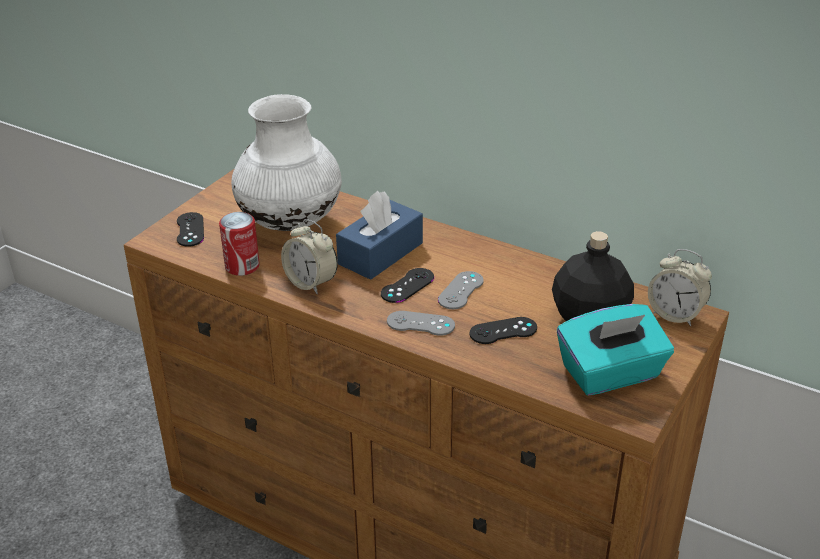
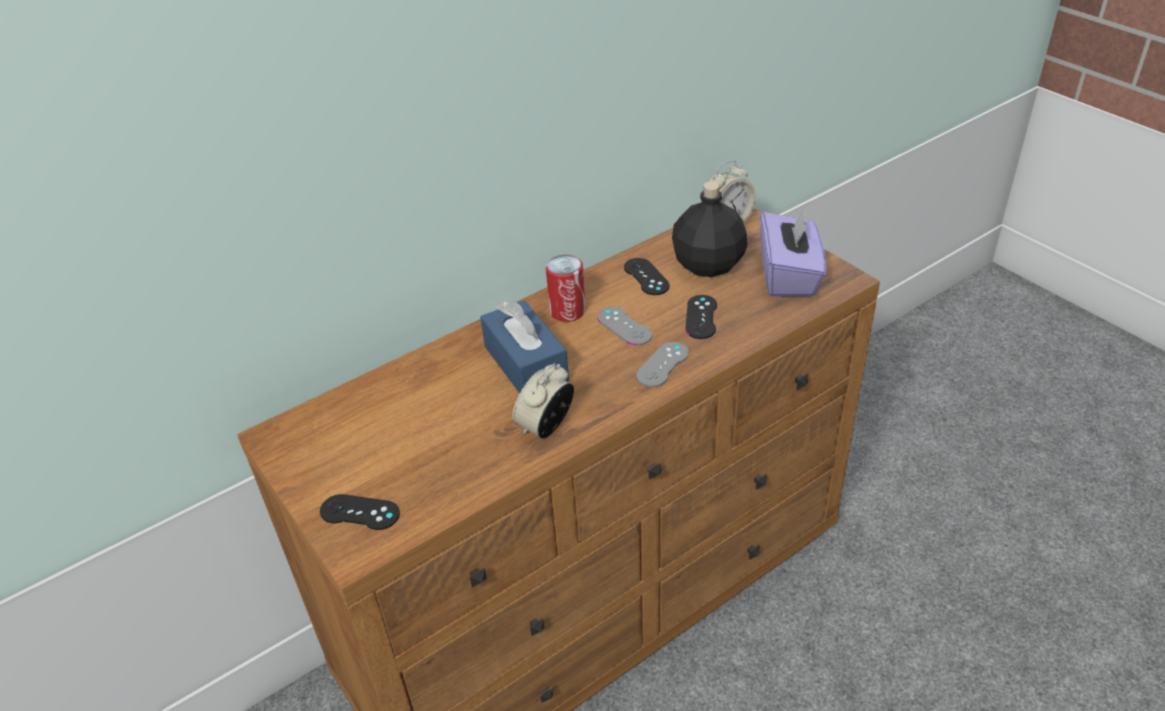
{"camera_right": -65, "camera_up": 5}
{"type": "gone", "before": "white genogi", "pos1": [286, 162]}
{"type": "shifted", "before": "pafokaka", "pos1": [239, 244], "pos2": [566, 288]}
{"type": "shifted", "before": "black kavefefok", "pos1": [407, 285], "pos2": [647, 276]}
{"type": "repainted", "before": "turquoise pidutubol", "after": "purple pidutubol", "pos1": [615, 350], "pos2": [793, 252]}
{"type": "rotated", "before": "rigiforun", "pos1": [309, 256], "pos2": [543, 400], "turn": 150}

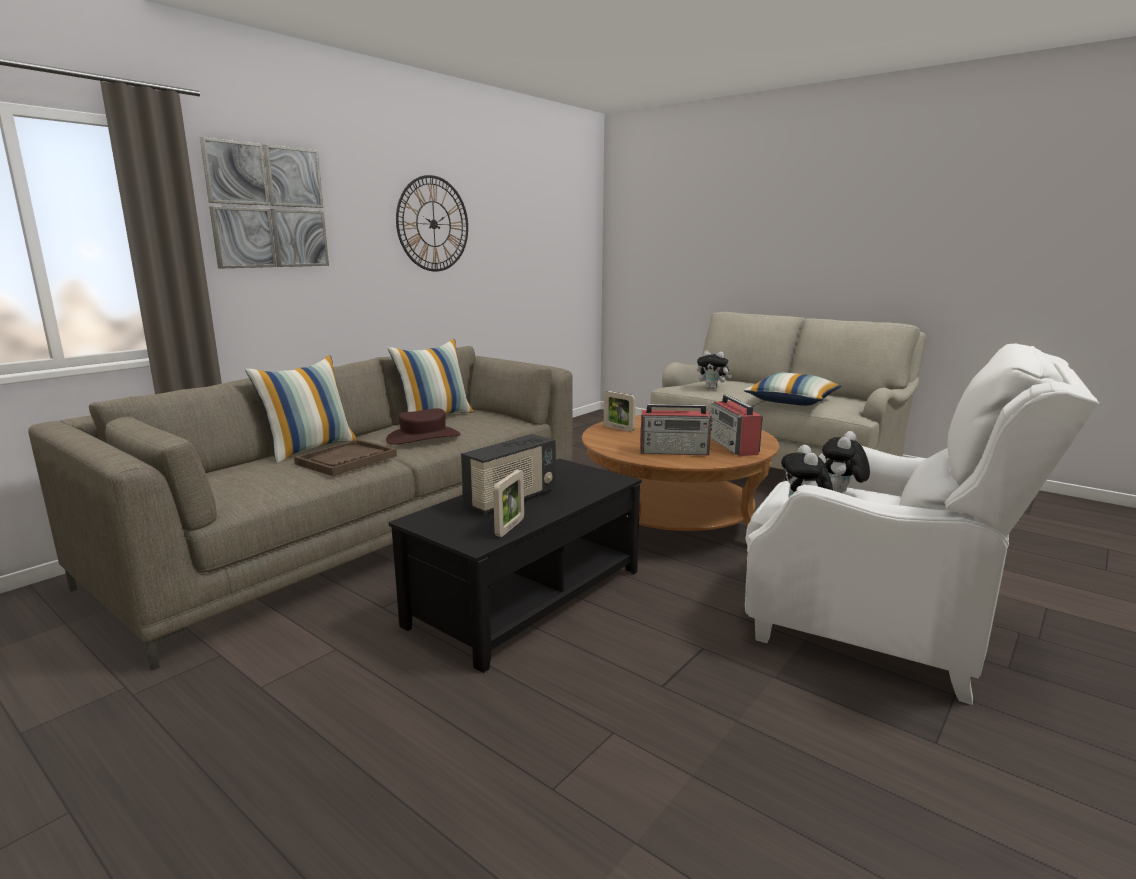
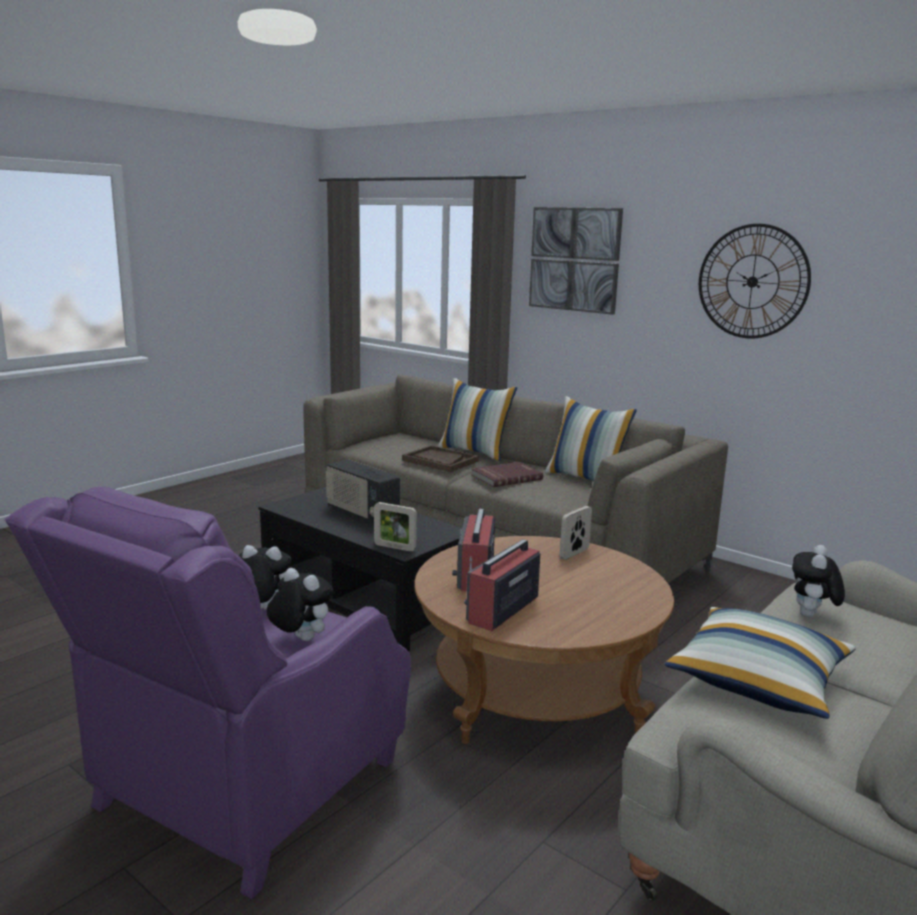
{"camera_right": 90, "camera_up": 0}
{"type": "shifted", "before": "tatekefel", "pos1": [508, 503], "pos2": [395, 527]}
{"type": "swapped", "before": "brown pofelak", "after": "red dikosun", "pos1": [423, 426], "pos2": [507, 474]}
{"type": "repainted", "before": "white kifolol", "after": "purple kifolol", "pos1": [922, 524], "pos2": [207, 693]}
{"type": "rotated", "before": "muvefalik", "pos1": [736, 425], "pos2": [502, 585], "turn": -45}

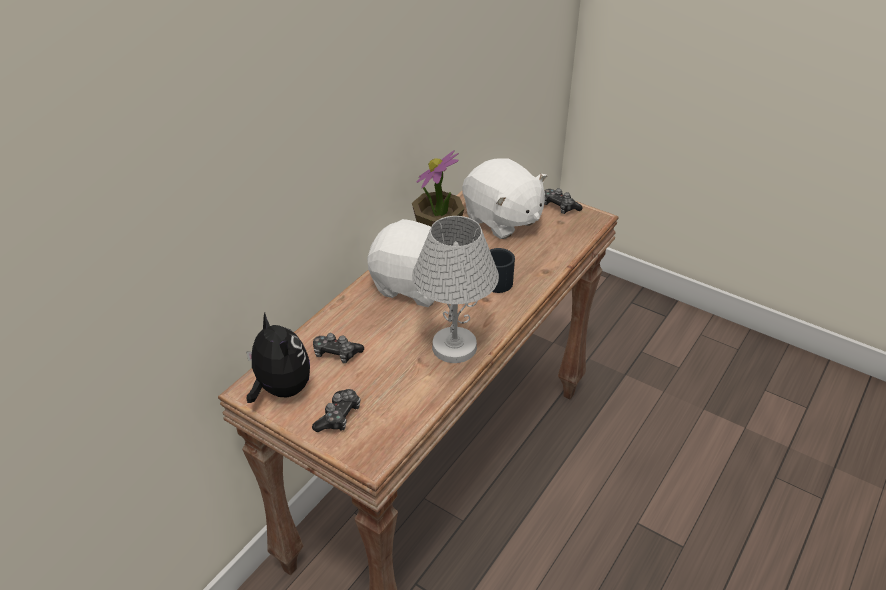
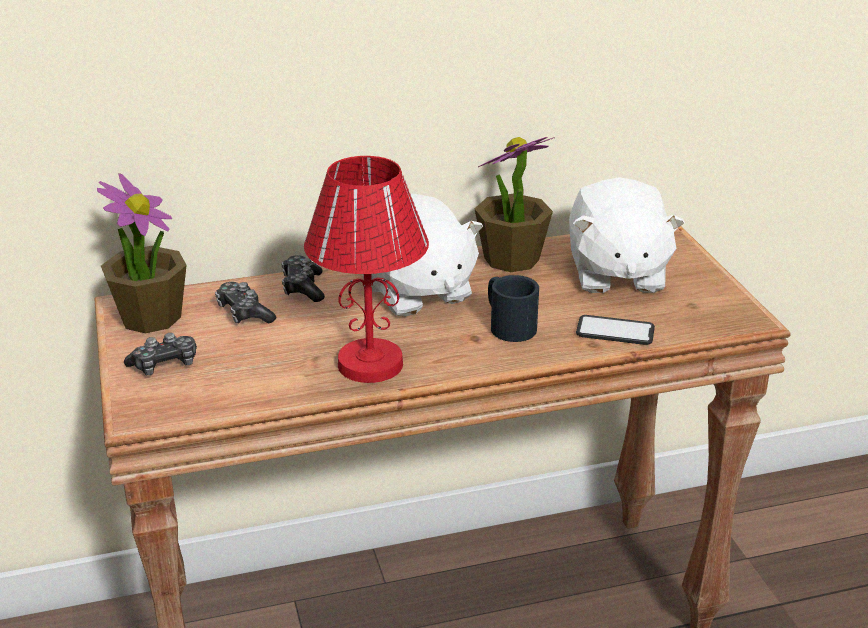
{"camera_right": 40, "camera_up": -10}
{"type": "new", "after": "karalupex", "pos2": [615, 330]}
{"type": "shifted", "before": "kavefefok", "pos1": [563, 201], "pos2": [303, 278]}
{"type": "swapped", "before": "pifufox", "after": "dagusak", "pos1": [278, 358], "pos2": [142, 253]}
{"type": "repainted", "before": "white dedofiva", "after": "red dedofiva", "pos1": [455, 289], "pos2": [366, 269]}

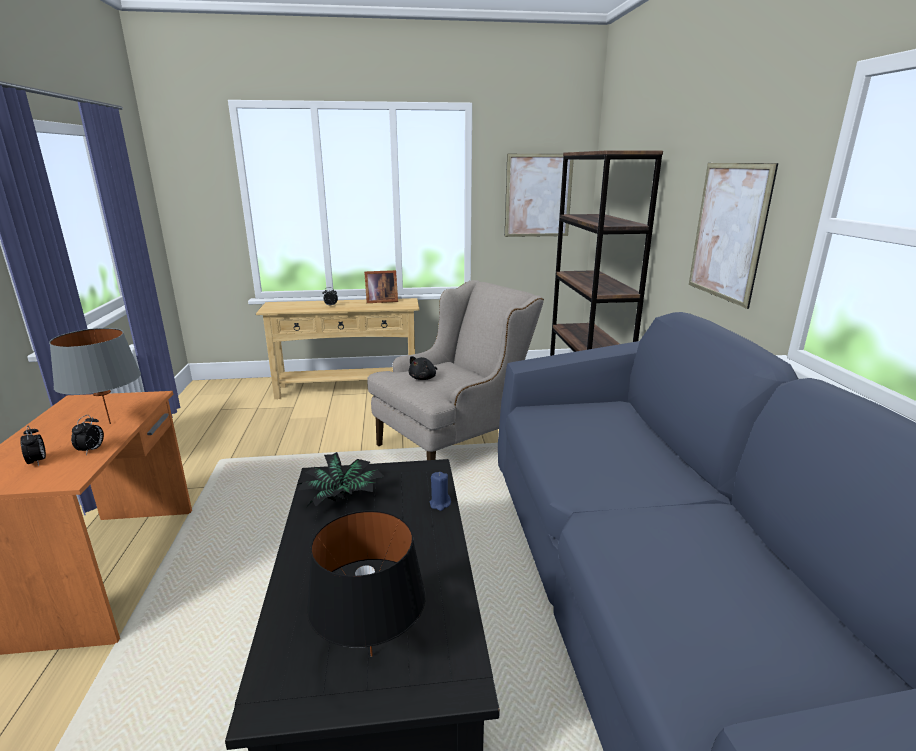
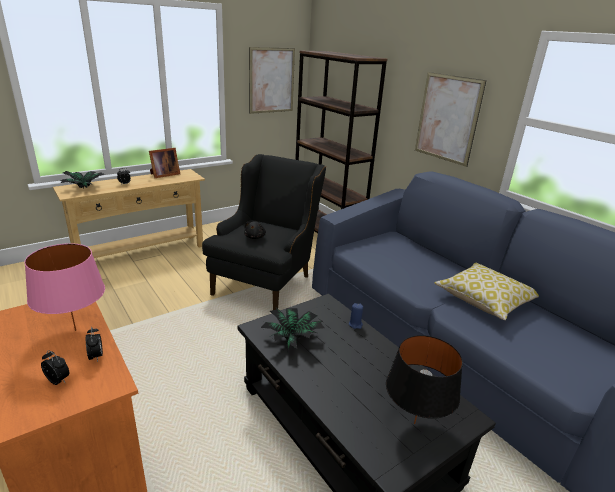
{"camera_right": -30, "camera_up": 5}
{"type": "new", "after": "dagusak", "pos2": [82, 180]}
{"type": "new", "after": "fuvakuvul", "pos2": [486, 291]}
{"type": "repainted", "before": "grey dedofiva", "after": "pink dedofiva", "pos1": [95, 376], "pos2": [64, 287]}
{"type": "repainted", "before": "beige kifolol", "after": "black kifolol", "pos1": [455, 370], "pos2": [264, 232]}

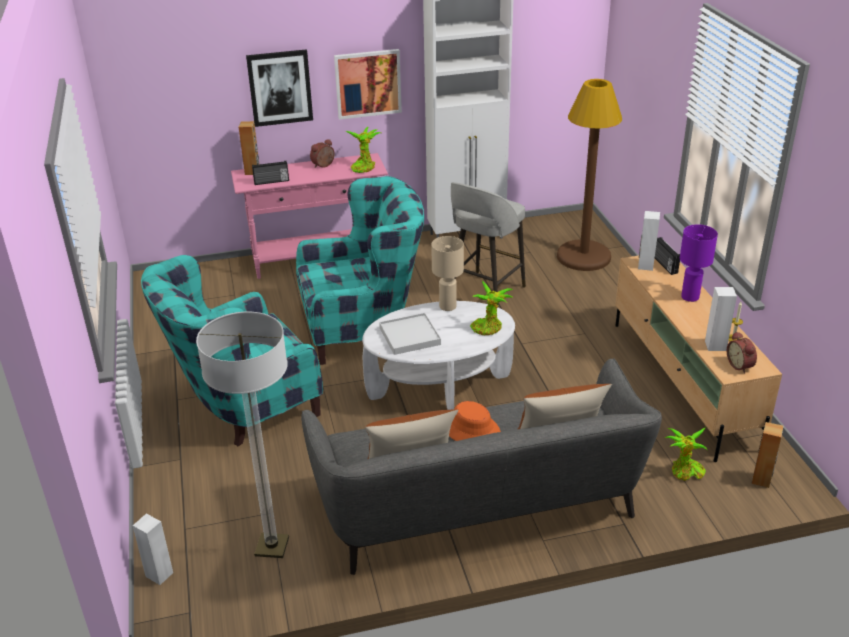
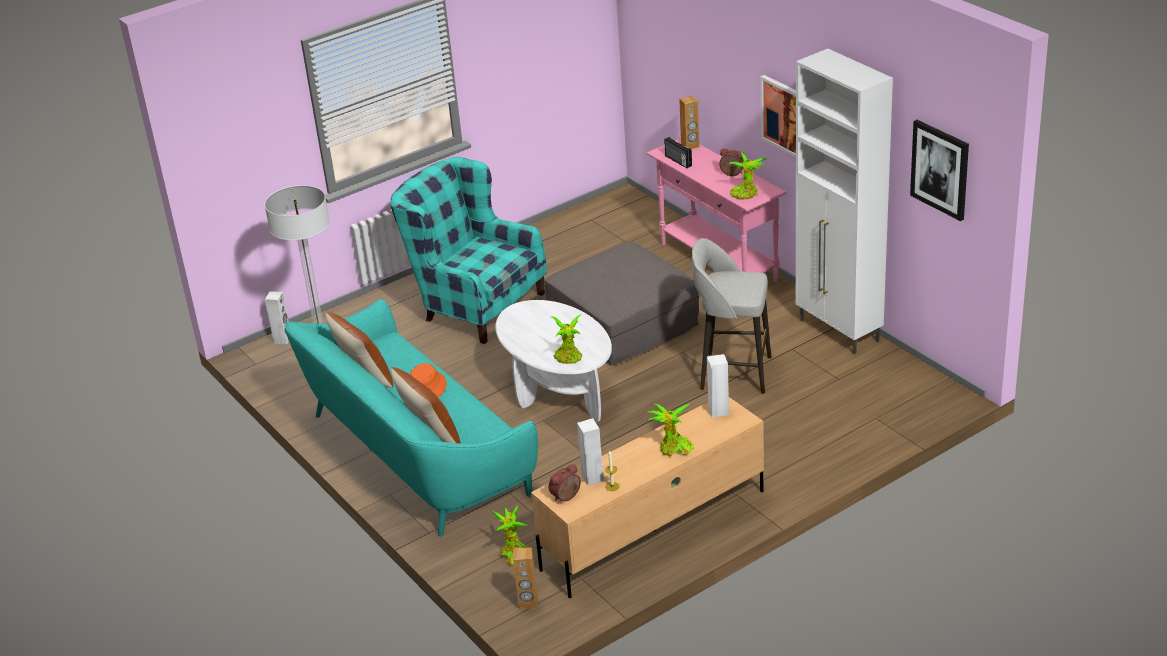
{"camera_right": 70, "camera_up": 0}
{"type": "gone", "before": "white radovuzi", "pos1": [410, 334]}
{"type": "gone", "before": "beige dedofiva", "pos1": [447, 273]}
{"type": "gone", "before": "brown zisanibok", "pos1": [589, 175]}
{"type": "gone", "before": "muvefalik", "pos1": [667, 256]}
{"type": "shifted", "before": "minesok", "pos1": [279, 88], "pos2": [939, 170]}
{"type": "swapped", "before": "turquoise kifolol", "after": "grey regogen", "pos1": [360, 270], "pos2": [622, 303]}
{"type": "swapped", "before": "purple dedofiva", "after": "dagusak", "pos1": [699, 263], "pos2": [671, 429]}
{"type": "repainted", "before": "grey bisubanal", "after": "turquoise bisubanal", "pos1": [481, 466], "pos2": [411, 417]}

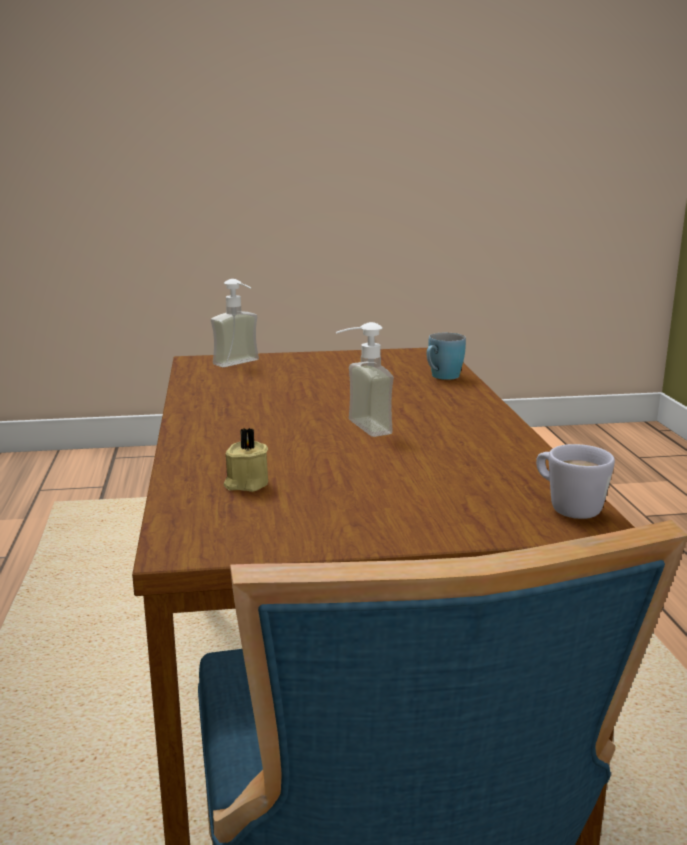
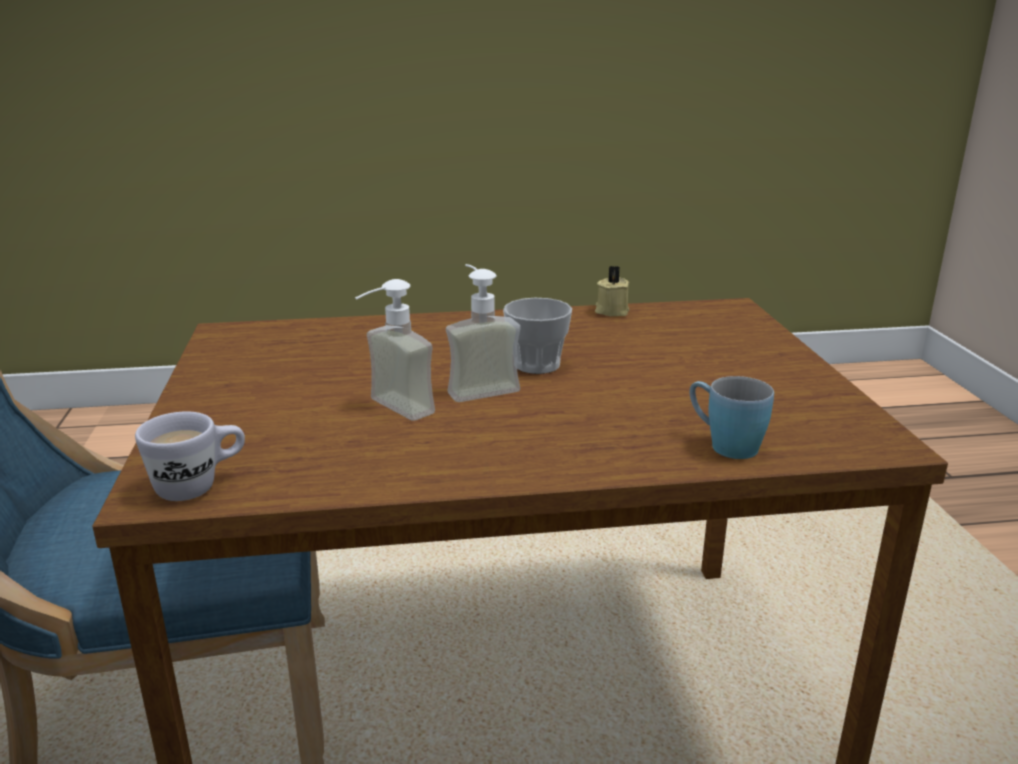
{"camera_right": 90, "camera_up": 5}
{"type": "new", "after": "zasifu", "pos2": [537, 336]}
{"type": "shifted", "before": "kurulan", "pos1": [235, 323], "pos2": [395, 349]}
{"type": "shifted", "before": "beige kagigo", "pos1": [246, 460], "pos2": [612, 291]}

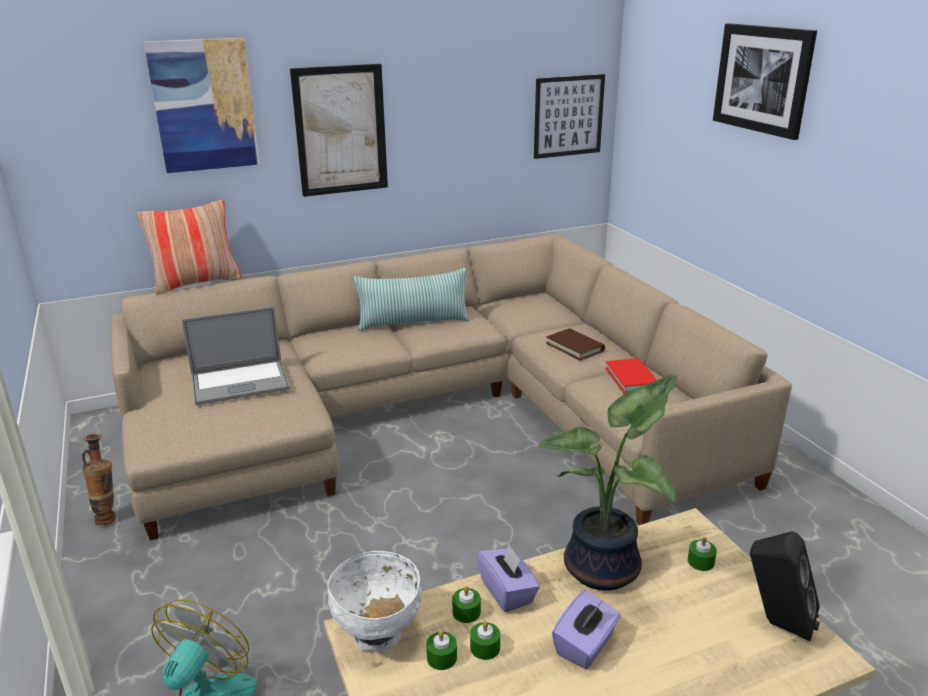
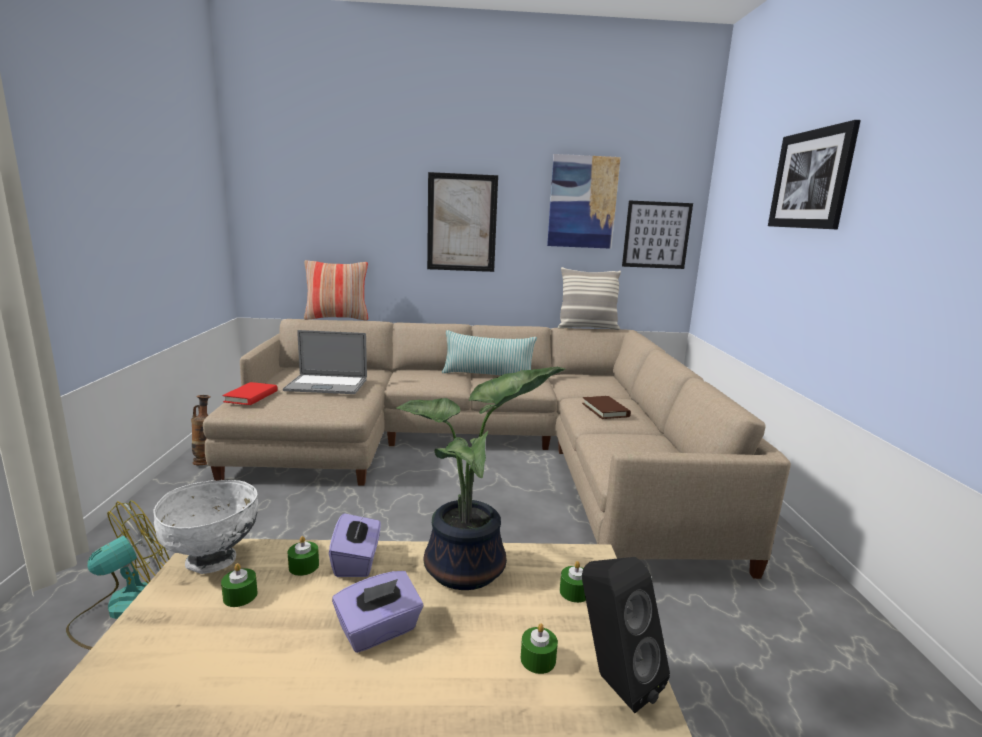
{"camera_right": 20, "camera_up": -10}
{"type": "new", "after": "fuvakuvul", "pos2": [589, 298]}
{"type": "shifted", "before": "minesok", "pos1": [202, 105], "pos2": [584, 201]}
{"type": "shifted", "before": "green kagigo", "pos1": [485, 640], "pos2": [539, 648]}
{"type": "shifted", "before": "red dikosun", "pos1": [631, 375], "pos2": [250, 393]}

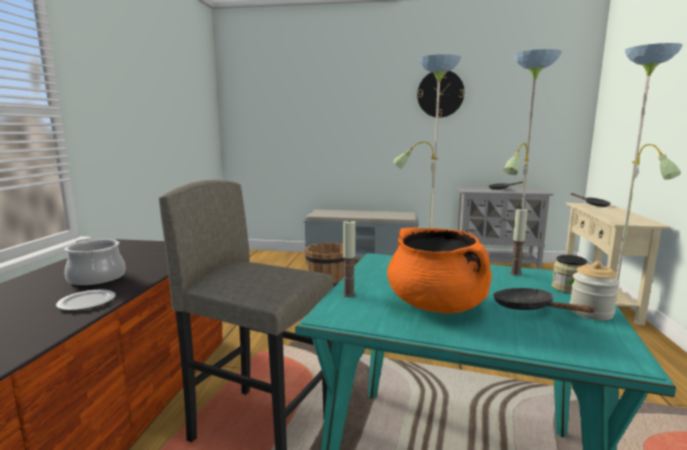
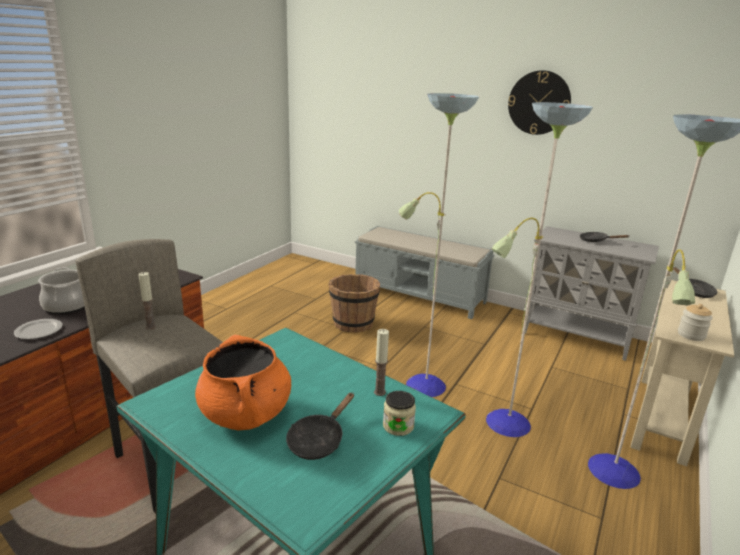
{"camera_right": 20, "camera_up": 10}
{"type": "shifted", "before": "kagigo", "pos1": [349, 258], "pos2": [147, 301]}
{"type": "shifted", "before": "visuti", "pos1": [595, 290], "pos2": [695, 322]}
{"type": "rotated", "before": "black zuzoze", "pos1": [545, 300], "pos2": [320, 426], "turn": -135}

